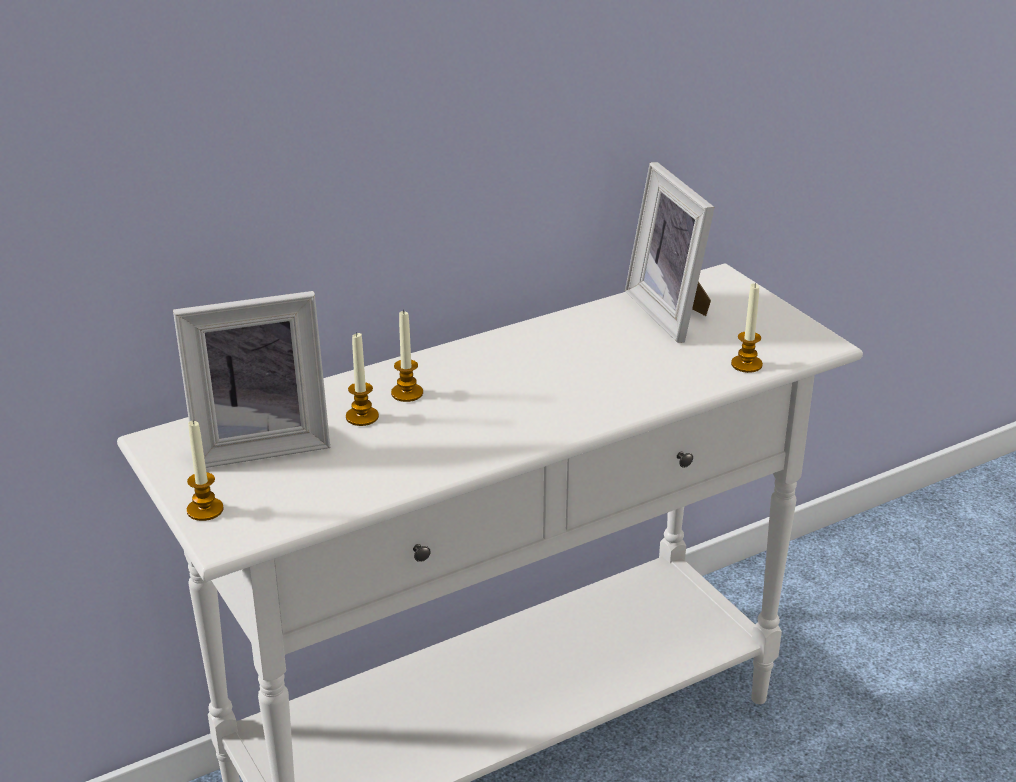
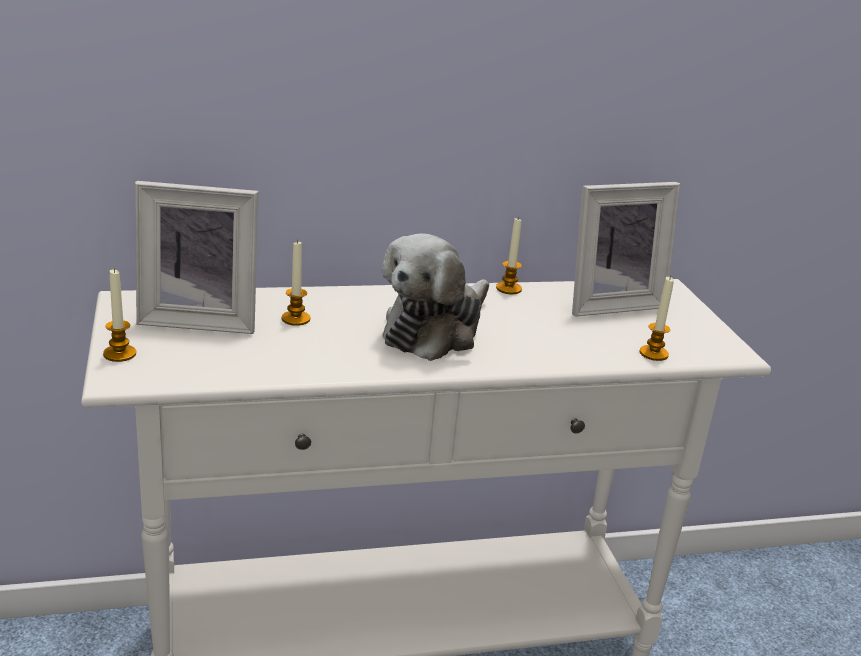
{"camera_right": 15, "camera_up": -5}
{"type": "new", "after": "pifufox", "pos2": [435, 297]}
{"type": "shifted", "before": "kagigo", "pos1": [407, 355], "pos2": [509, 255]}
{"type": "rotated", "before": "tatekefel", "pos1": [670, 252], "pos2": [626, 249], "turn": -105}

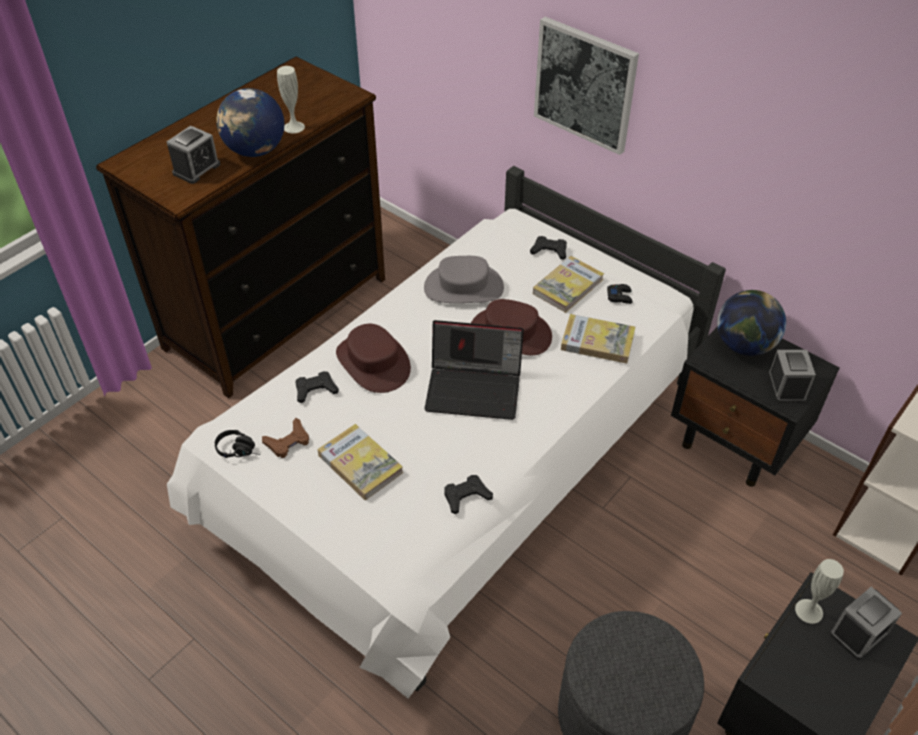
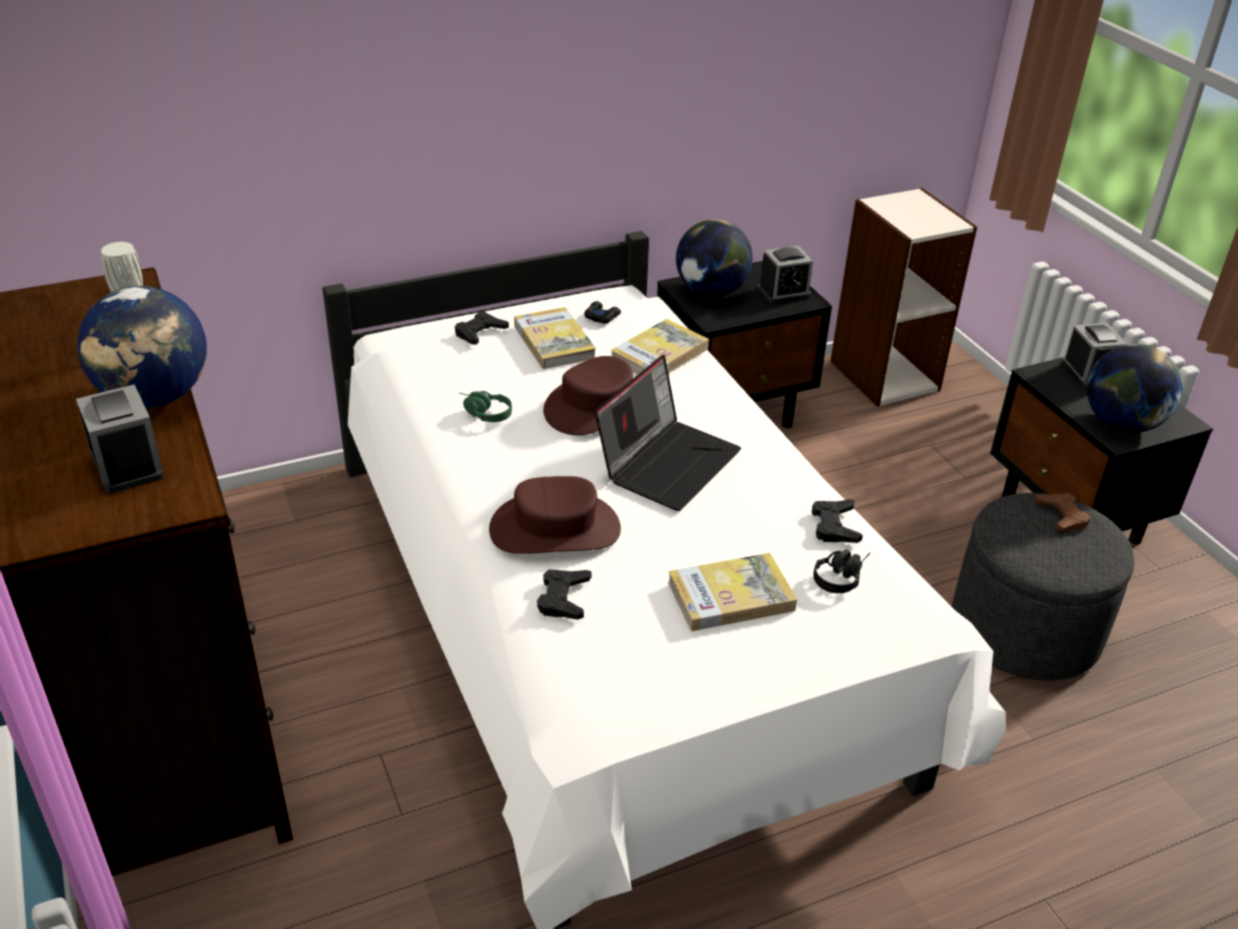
{"camera_right": -65, "camera_up": -10}
{"type": "gone", "before": "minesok", "pos1": [586, 86]}
{"type": "gone", "before": "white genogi", "pos1": [819, 591]}
{"type": "new", "after": "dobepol", "pos2": [1134, 388]}
{"type": "shifted", "before": "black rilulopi", "pos1": [238, 444], "pos2": [841, 571]}
{"type": "shifted", "before": "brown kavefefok", "pos1": [285, 438], "pos2": [1062, 512]}
{"type": "swapped", "before": "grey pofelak", "after": "green rilulopi", "pos1": [464, 279], "pos2": [486, 406]}
{"type": "rotated", "before": "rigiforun", "pos1": [792, 376], "pos2": [785, 274], "turn": 135}

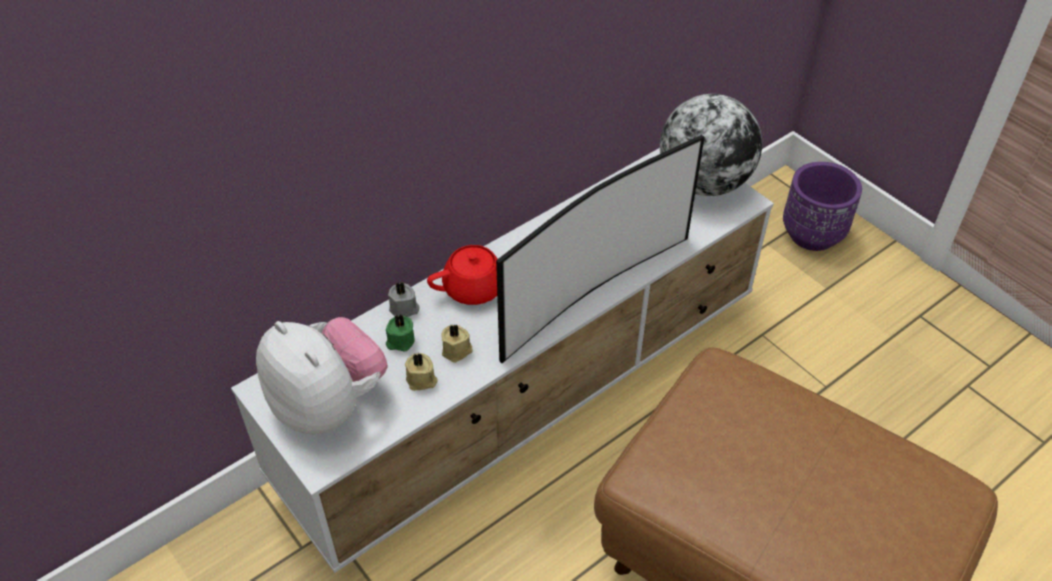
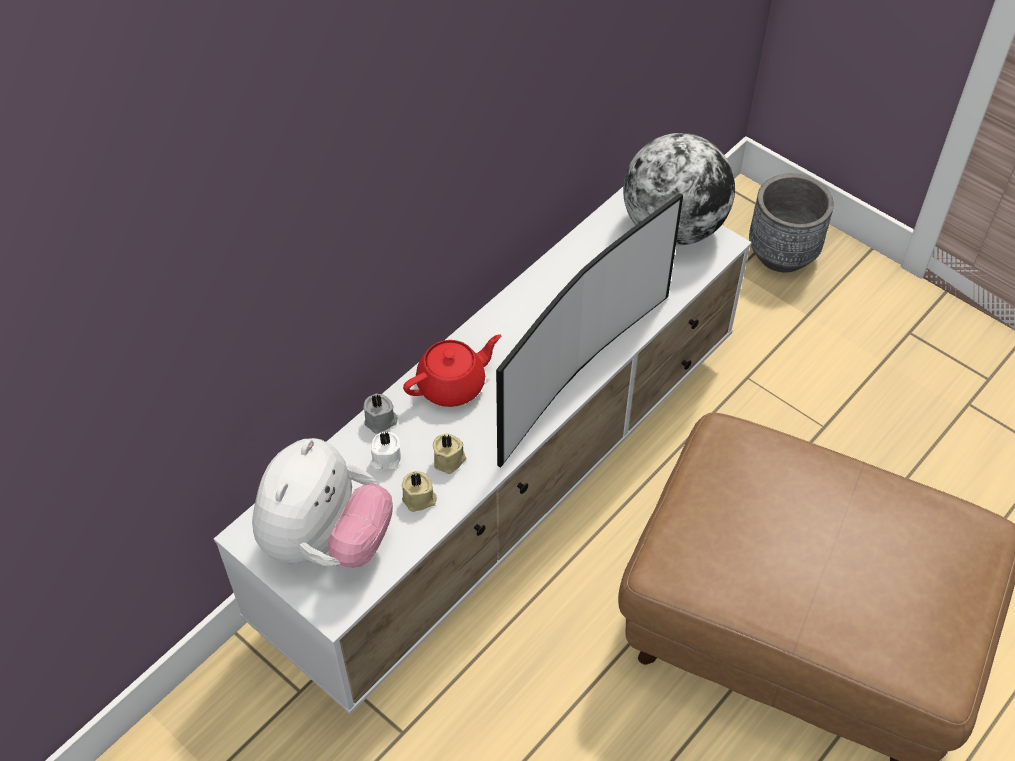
{"camera_right": -10, "camera_up": 5}
{"type": "repainted", "before": "green kagigo", "after": "white kagigo", "pos1": [400, 333], "pos2": [385, 450]}
{"type": "repainted", "before": "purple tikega", "after": "grey tikega", "pos1": [822, 206], "pos2": [791, 222]}
{"type": "rotated", "before": "pifufox", "pos1": [322, 375], "pos2": [322, 503], "turn": 75}

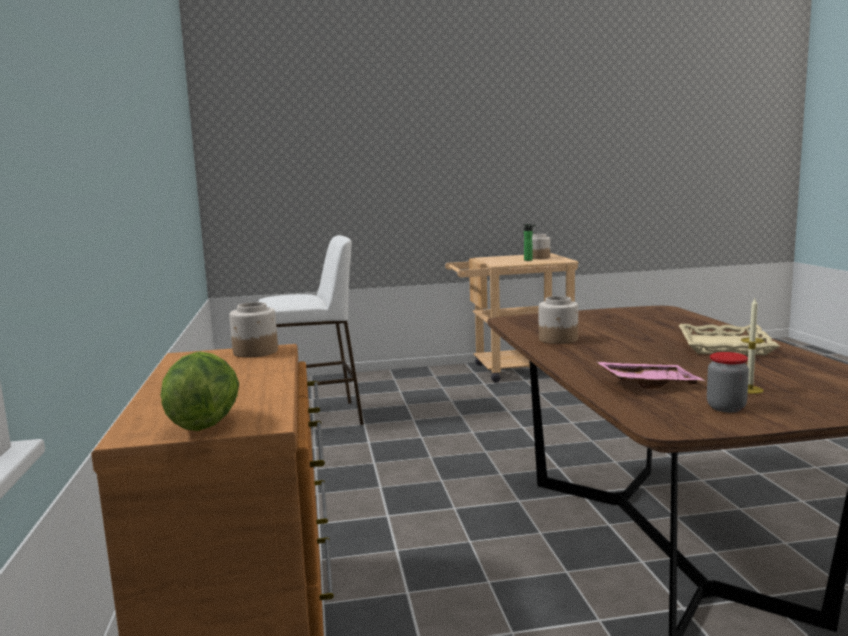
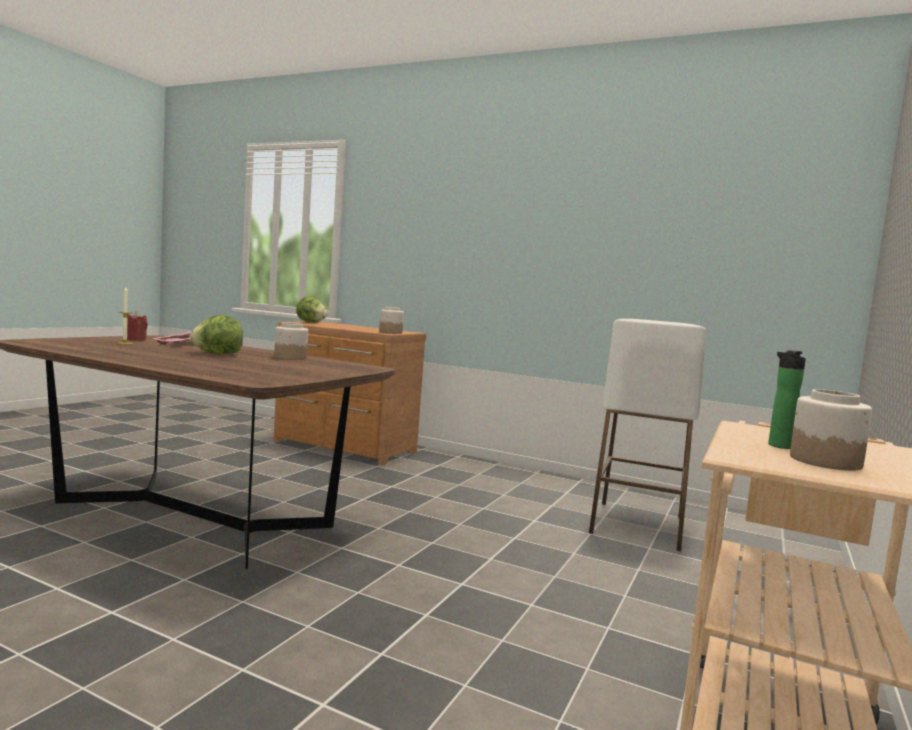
{"camera_right": 125, "camera_up": -5}
{"type": "gone", "before": "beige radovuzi", "pos1": [729, 339]}
{"type": "new", "after": "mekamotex", "pos2": [216, 334]}
{"type": "swapped", "before": "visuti", "after": "red kagigo", "pos1": [728, 382], "pos2": [137, 326]}

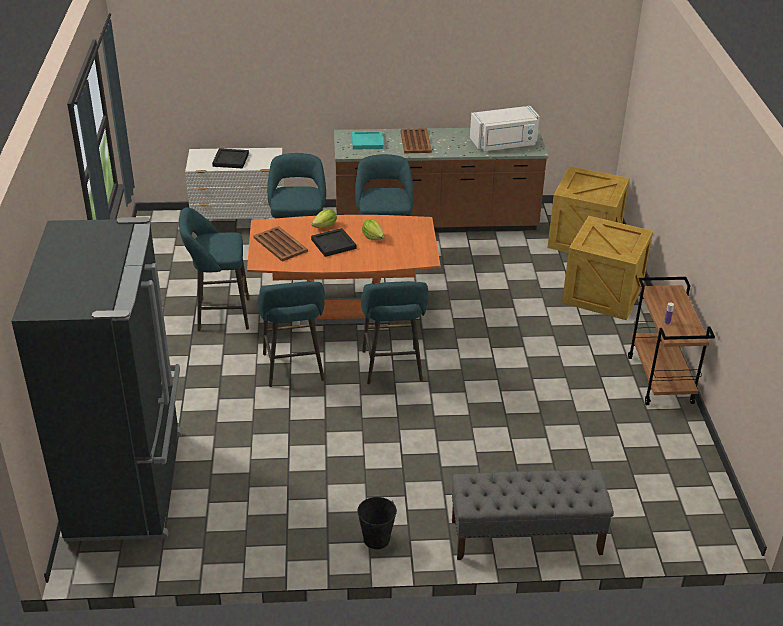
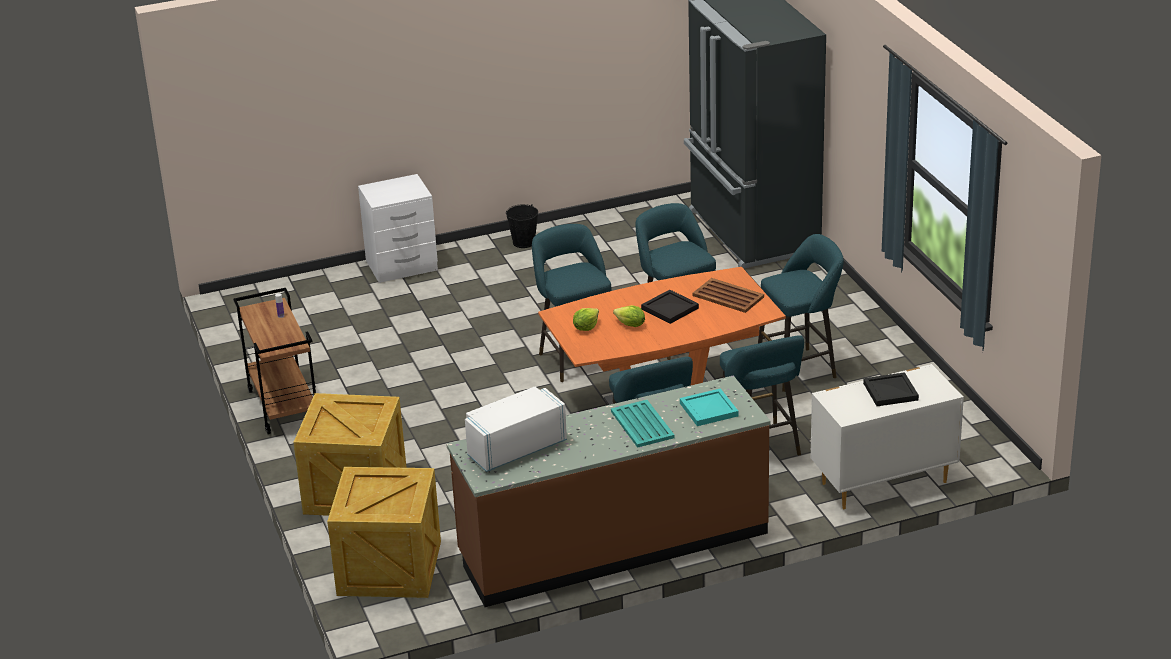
{"camera_right": 165, "camera_up": -5}
{"type": "shifted", "before": "mekamotex", "pos1": [324, 218], "pos2": [586, 319]}
{"type": "swapped", "before": "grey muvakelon", "after": "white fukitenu", "pos1": [533, 515], "pos2": [398, 228]}
{"type": "repainted", "before": "brown radovuzi", "after": "turquoise radovuzi", "pos1": [416, 140], "pos2": [643, 424]}

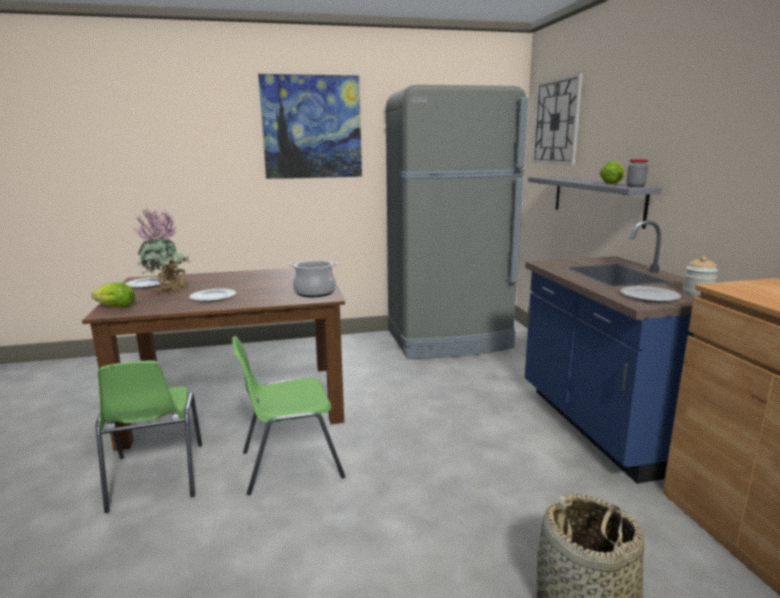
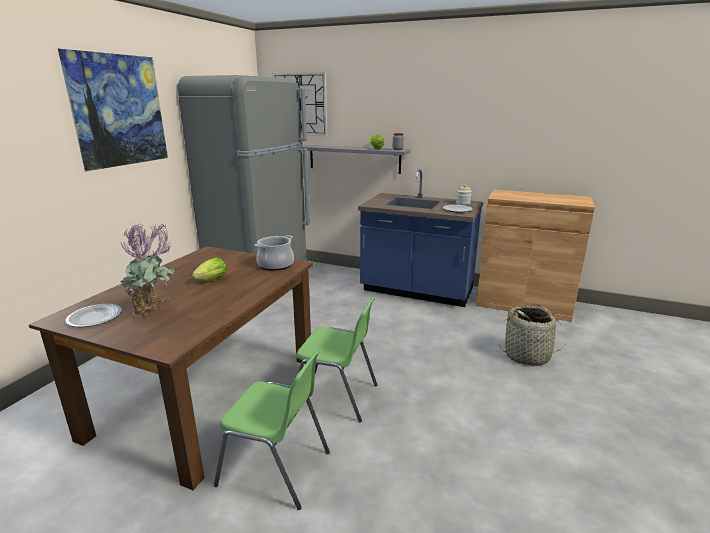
{"camera_right": -55, "camera_up": 5}
{"type": "gone", "before": "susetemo", "pos1": [212, 295]}
{"type": "shifted", "before": "mekamotex", "pos1": [113, 295], "pos2": [209, 269]}
{"type": "rotated", "before": "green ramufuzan", "pos1": [288, 415], "pos2": [336, 359], "turn": -90}

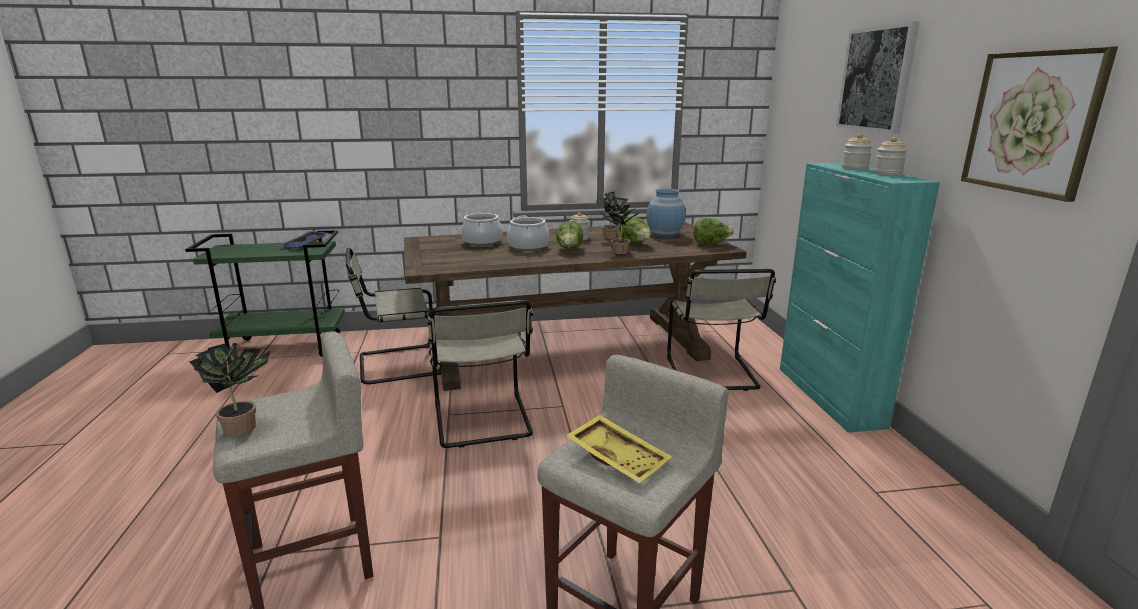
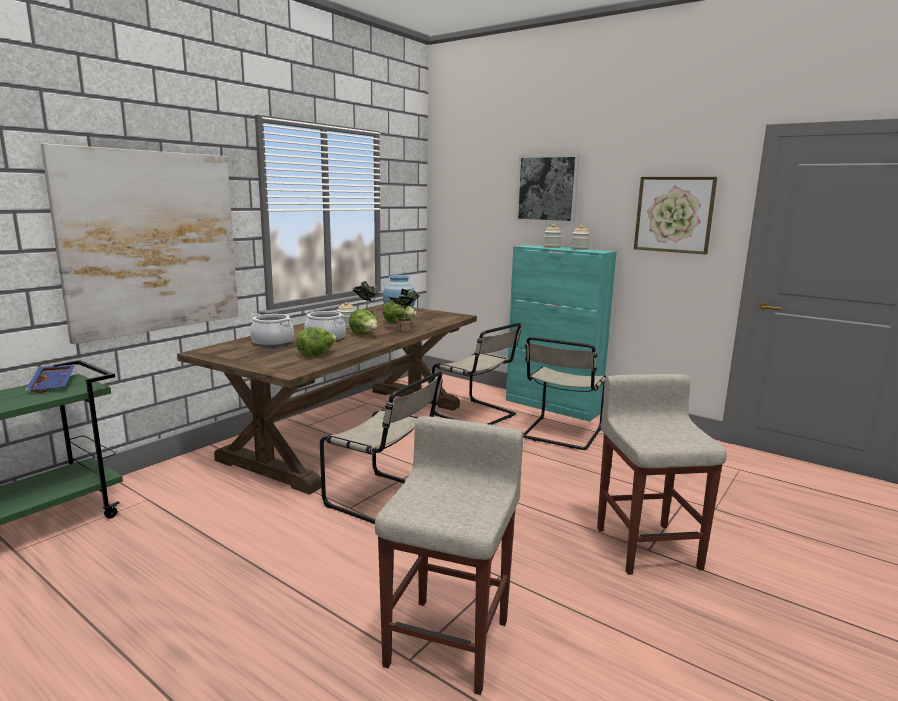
{"camera_right": -45, "camera_up": -5}
{"type": "gone", "before": "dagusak", "pos1": [230, 390]}
{"type": "gone", "before": "yellow radovuzi", "pos1": [619, 449]}
{"type": "new", "after": "minesok", "pos2": [140, 243]}
{"type": "shifted", "before": "beige ramufuzan", "pos1": [393, 316], "pos2": [564, 393]}
{"type": "shifted", "before": "mekamotex", "pos1": [713, 231], "pos2": [316, 342]}

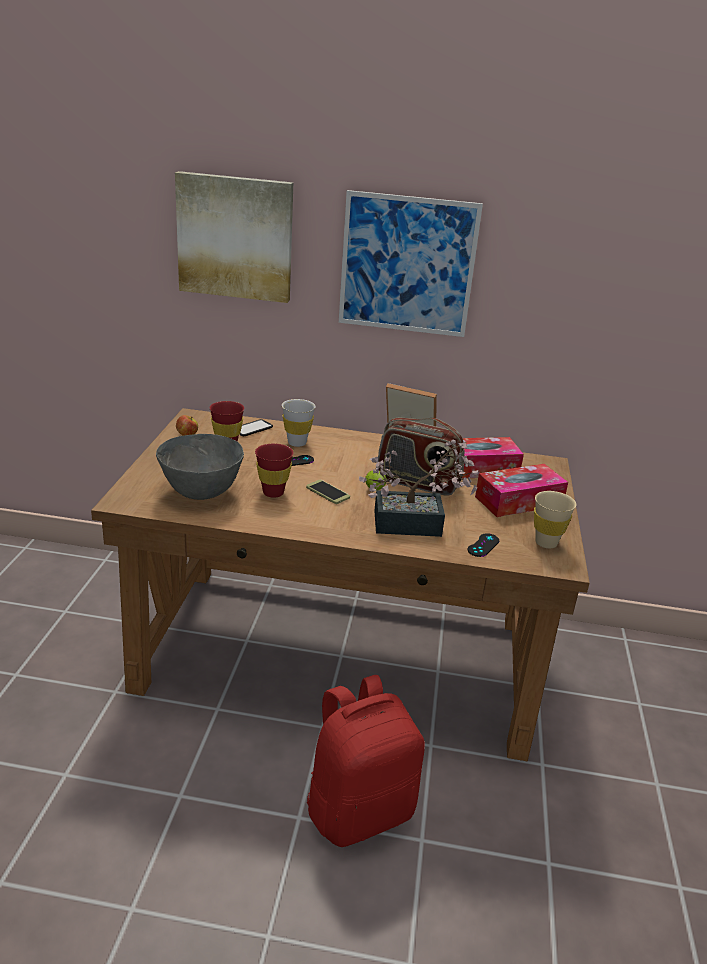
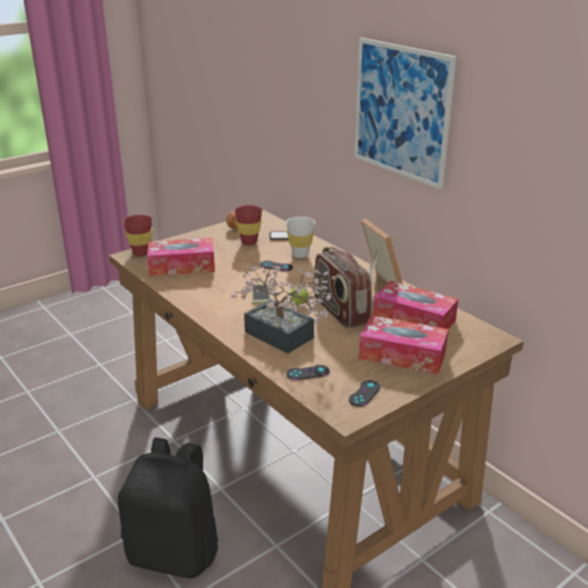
{"camera_right": 45, "camera_up": 0}
{"type": "gone", "before": "minesok", "pos1": [234, 237]}
{"type": "shifted", "before": "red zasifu", "pos1": [274, 470], "pos2": [138, 235]}
{"type": "swapped", "before": "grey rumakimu", "after": "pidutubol", "pos1": [200, 467], "pos2": [181, 257]}
{"type": "swapped", "before": "beige zasifu", "after": "black kavefefok", "pos1": [555, 520], "pos2": [364, 393]}
{"type": "repainted", "before": "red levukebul", "after": "black levukebul", "pos1": [366, 761], "pos2": [168, 508]}

